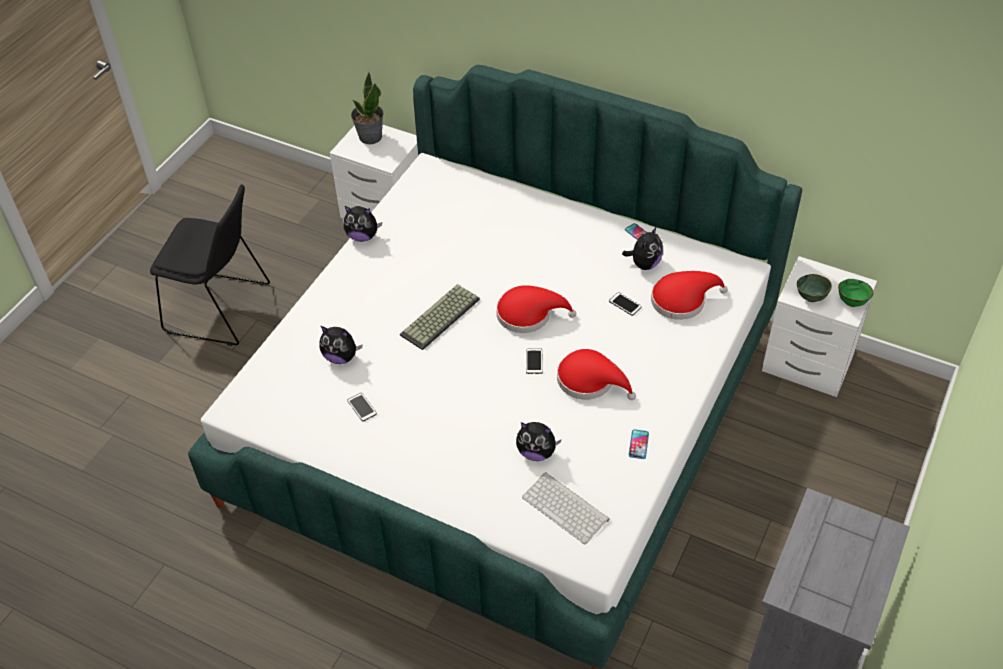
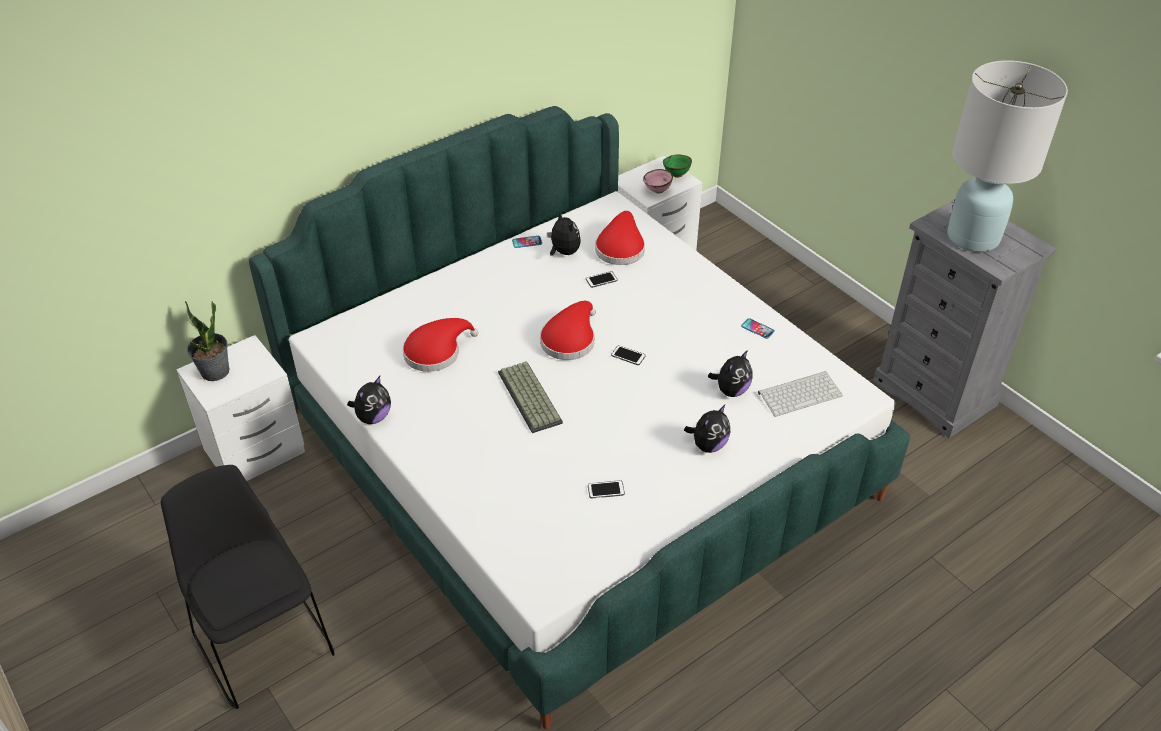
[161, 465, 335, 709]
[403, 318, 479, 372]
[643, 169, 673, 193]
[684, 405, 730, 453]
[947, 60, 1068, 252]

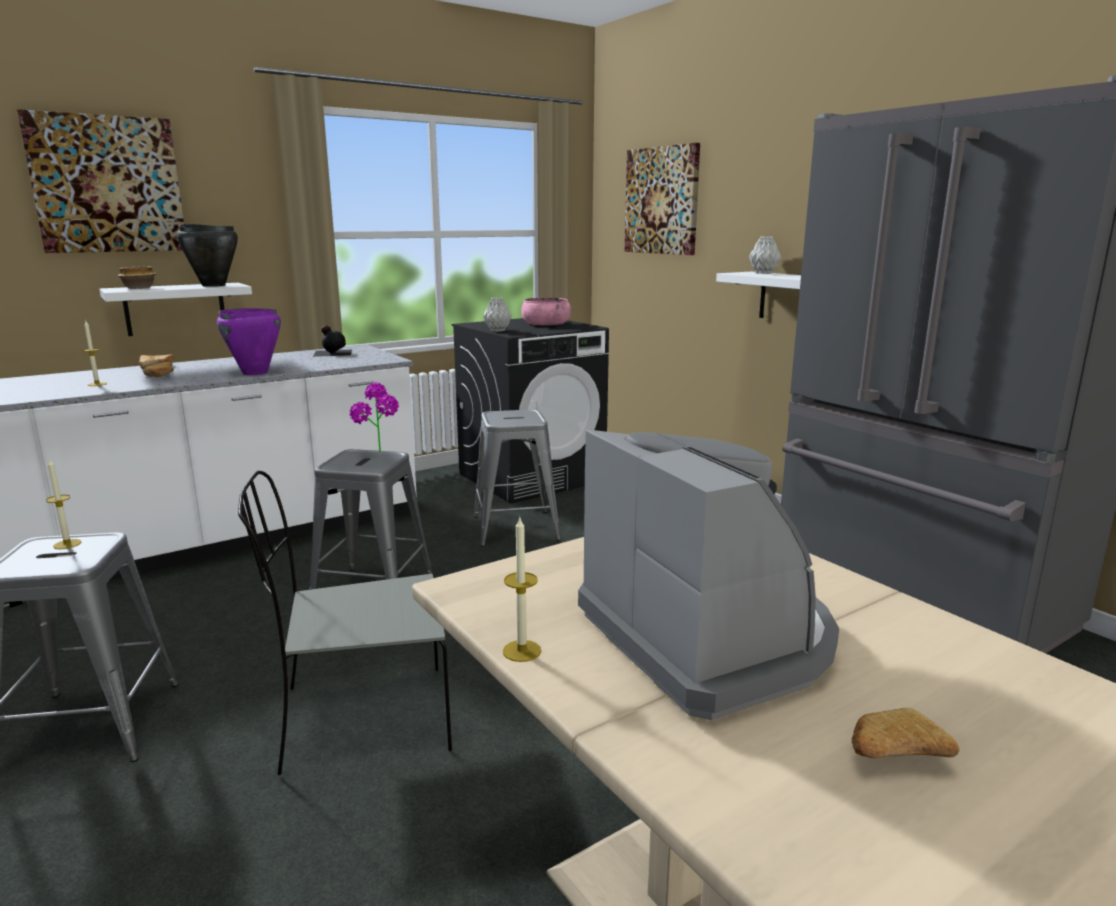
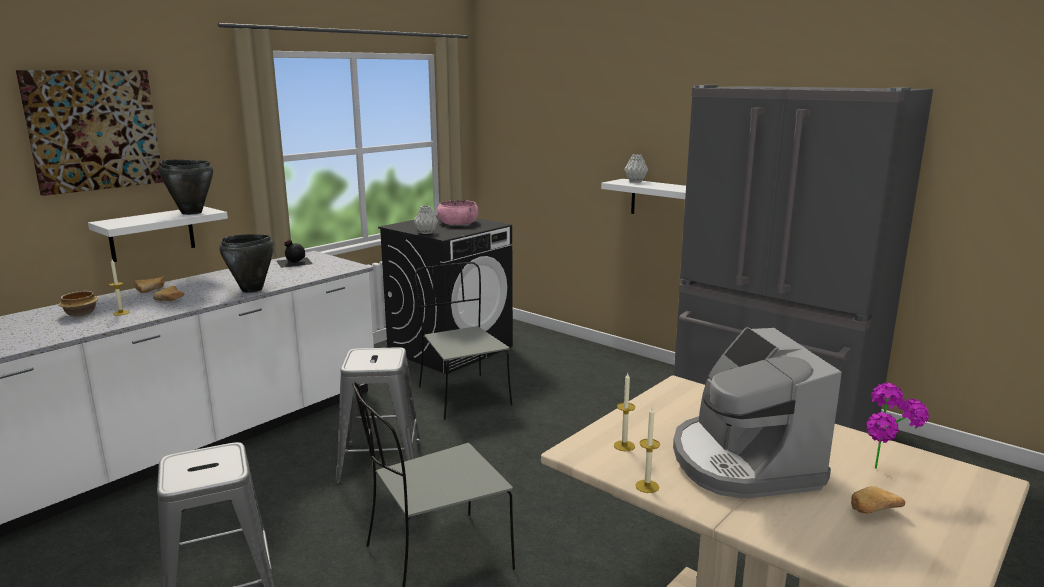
[59, 291, 98, 317]
[219, 234, 274, 293]
[415, 262, 512, 419]
[614, 373, 635, 451]
[673, 327, 842, 498]
[866, 383, 929, 469]
[625, 143, 700, 255] (first image)

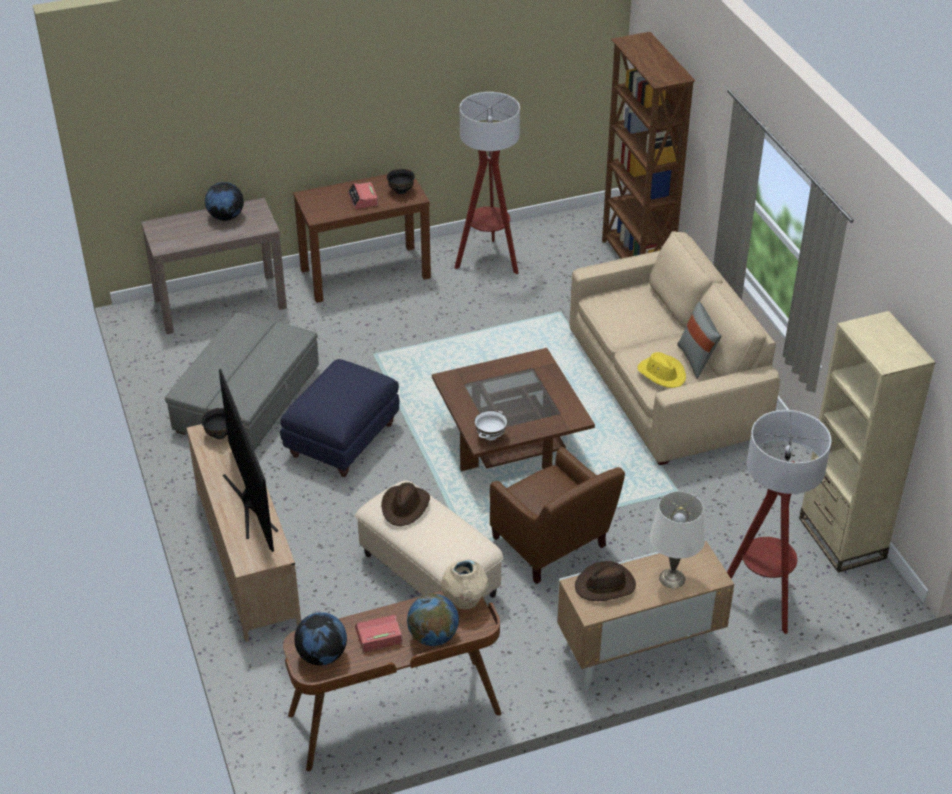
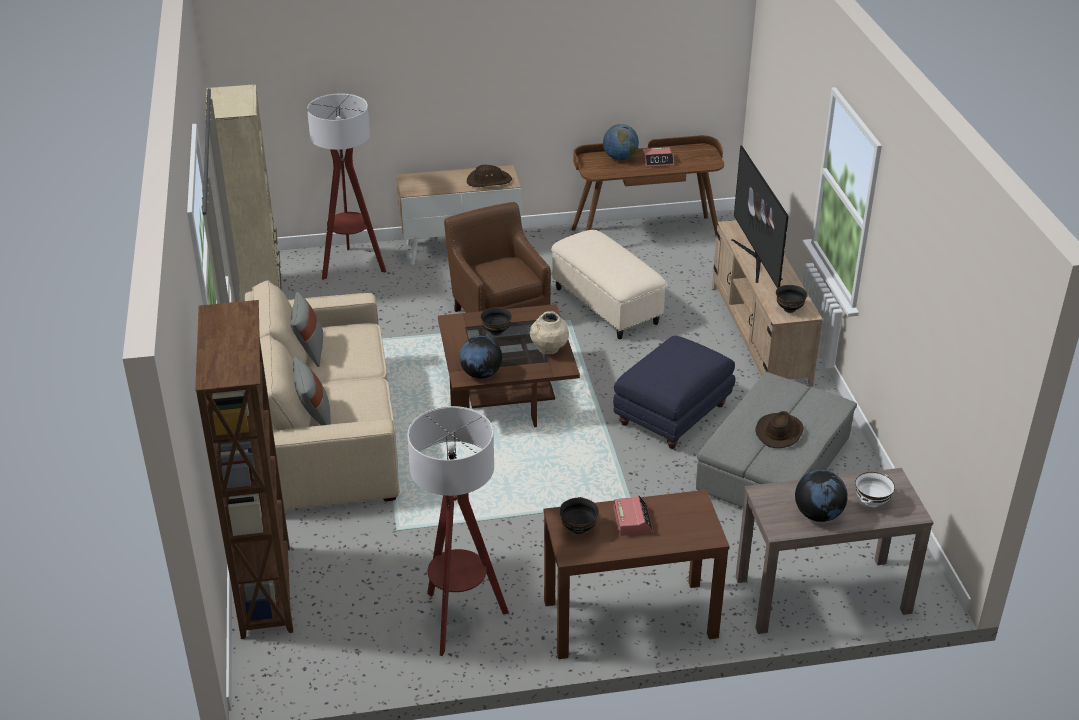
[293, 357, 331, 425]
[459, 335, 502, 379]
[481, 307, 512, 336]
[530, 312, 569, 355]
[755, 411, 804, 448]
[855, 472, 895, 507]
[637, 352, 686, 388] (first image)
[650, 491, 705, 588] (first image)

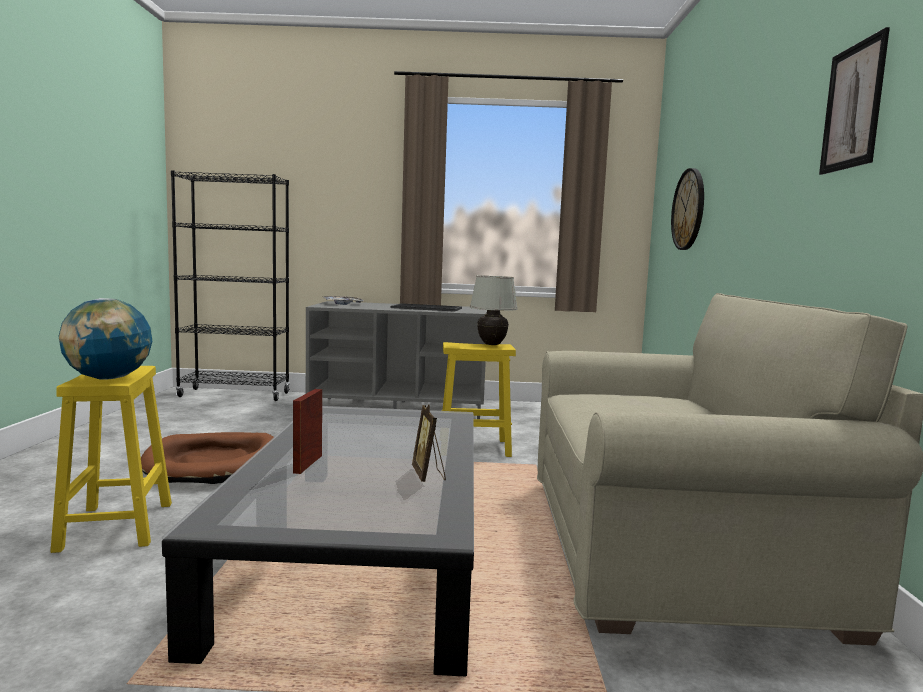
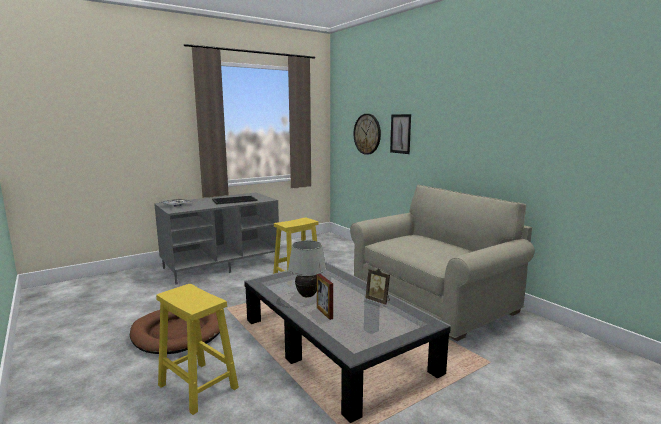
[288, 240, 326, 298]
[390, 114, 411, 154]
[58, 298, 152, 380] (first image)
[171, 170, 290, 401] (first image)

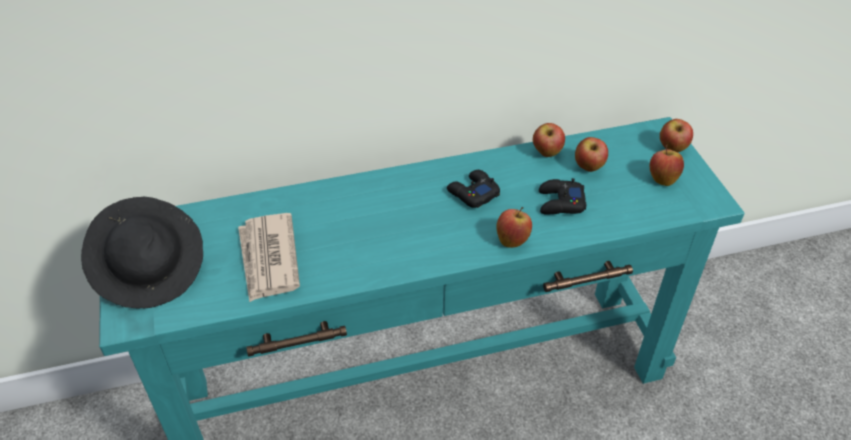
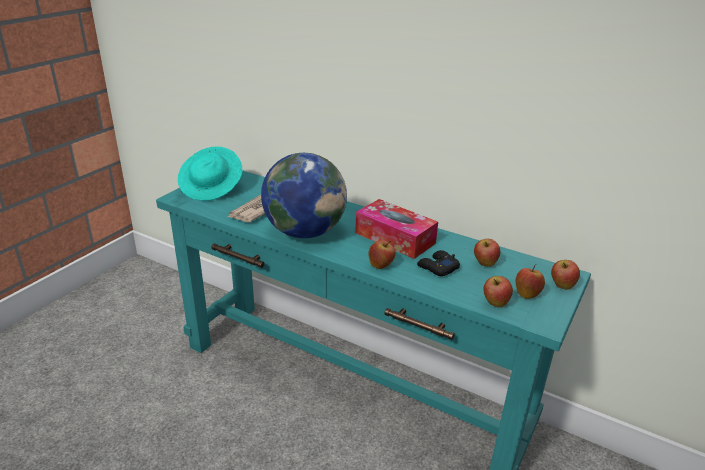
[178, 146, 243, 201]
[261, 153, 347, 238]
[355, 199, 438, 259]
[483, 276, 513, 307]

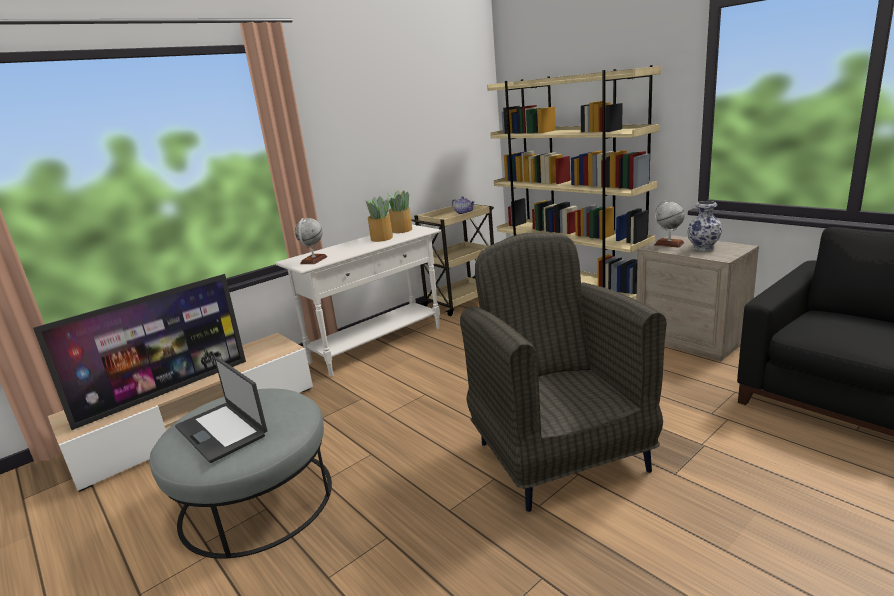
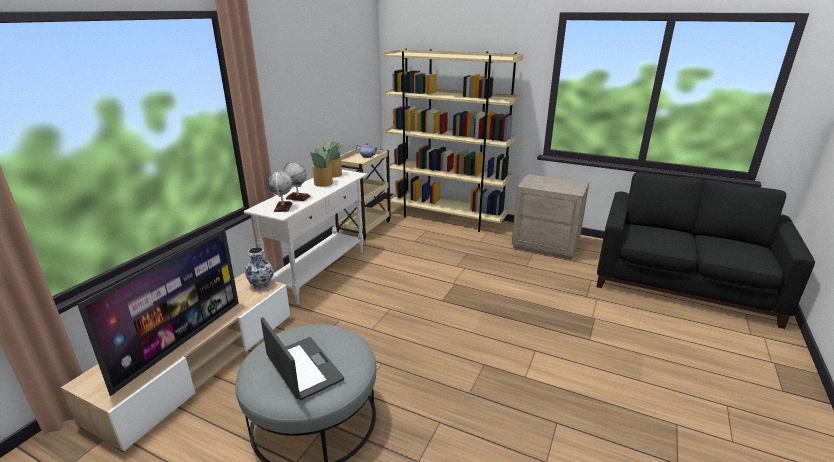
[245, 247, 274, 290]
[261, 317, 344, 400]
[283, 162, 310, 201]
[460, 233, 667, 512] (first image)

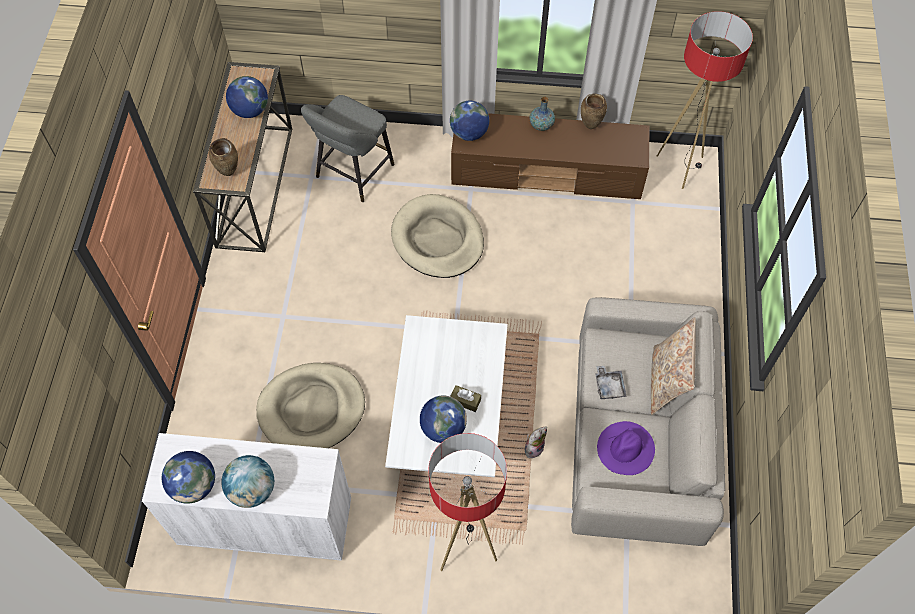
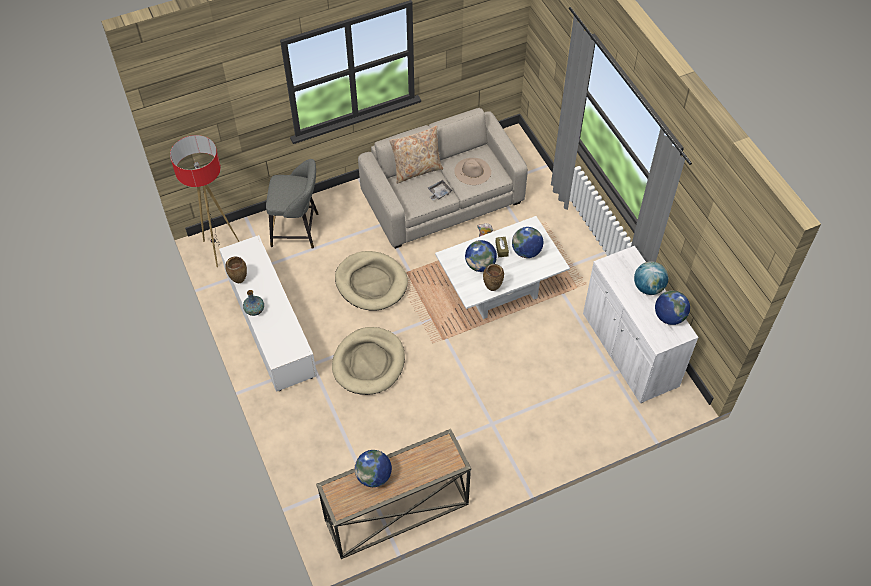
[219, 235, 317, 392]
[266, 159, 319, 249]
[335, 251, 408, 311]
[454, 158, 491, 185]
[465, 240, 497, 272]
[483, 264, 504, 291]
[428, 433, 507, 571] (first image)

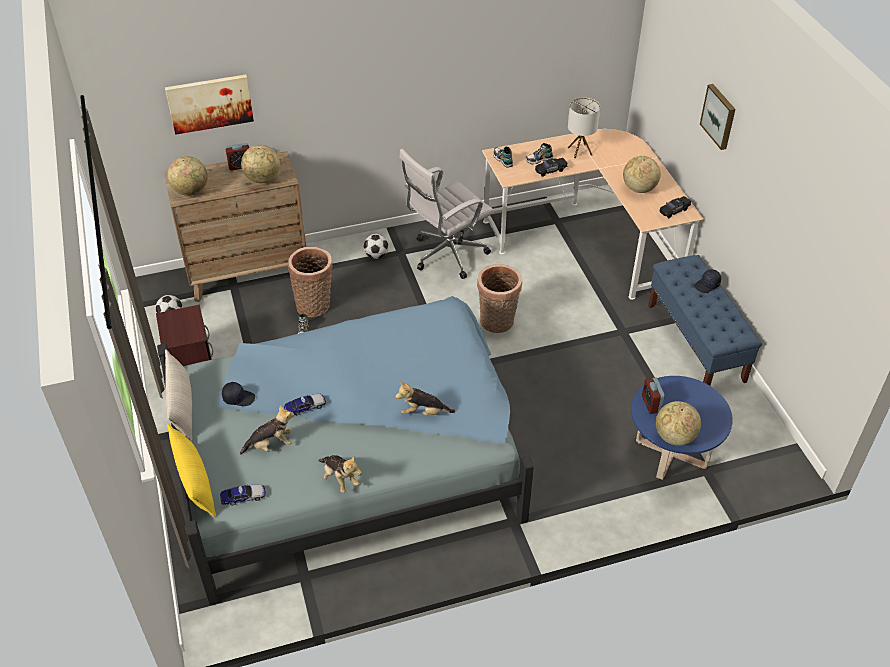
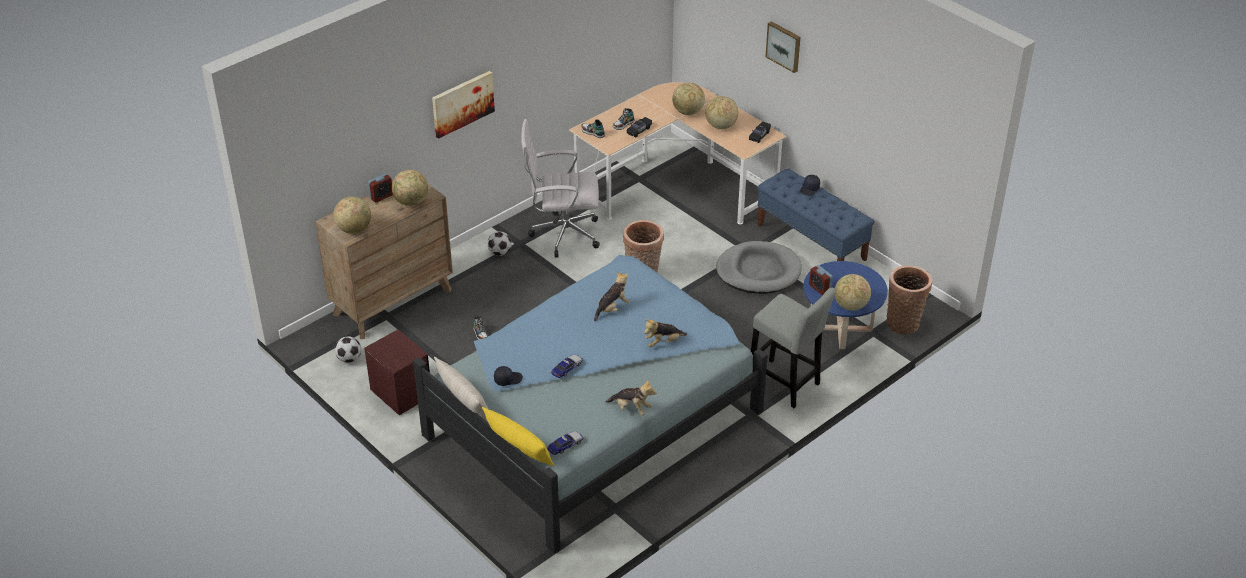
[432, 71, 495, 139]
[521, 119, 600, 258]
[594, 271, 630, 322]
[672, 82, 705, 115]
[716, 241, 802, 294]
[751, 288, 836, 408]
[886, 266, 932, 334]
[568, 97, 600, 159] (first image)

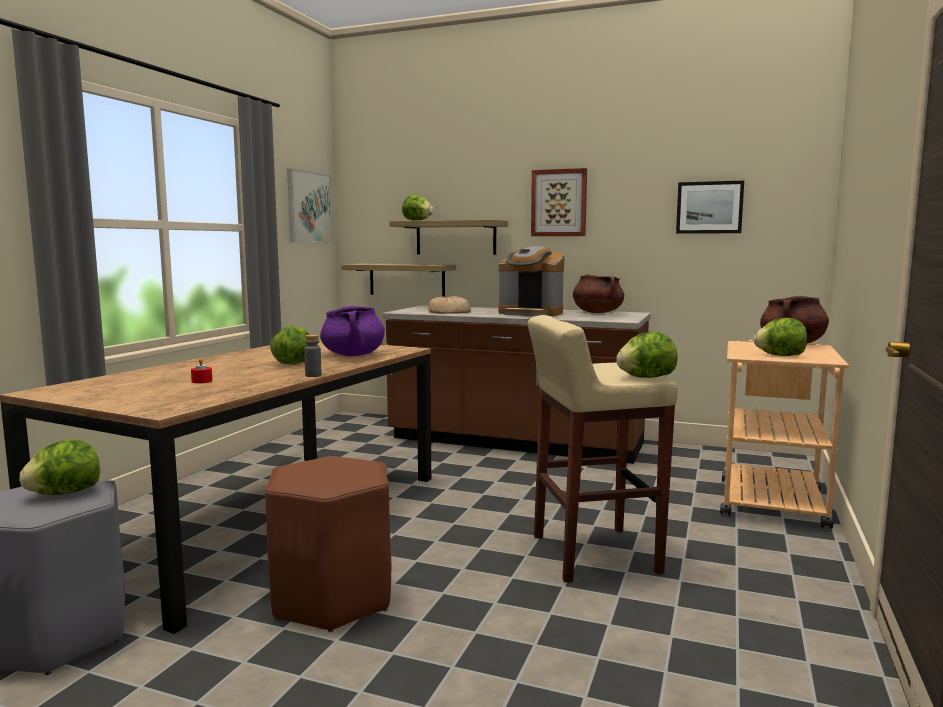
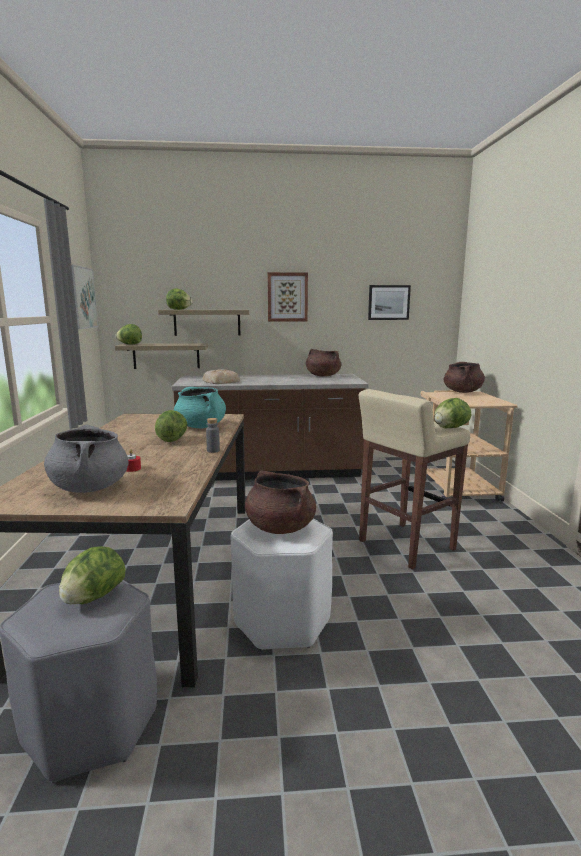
[44, 425, 129, 493]
[116, 324, 142, 345]
[174, 387, 226, 429]
[230, 518, 333, 651]
[245, 470, 316, 534]
[499, 246, 564, 316] (first image)

